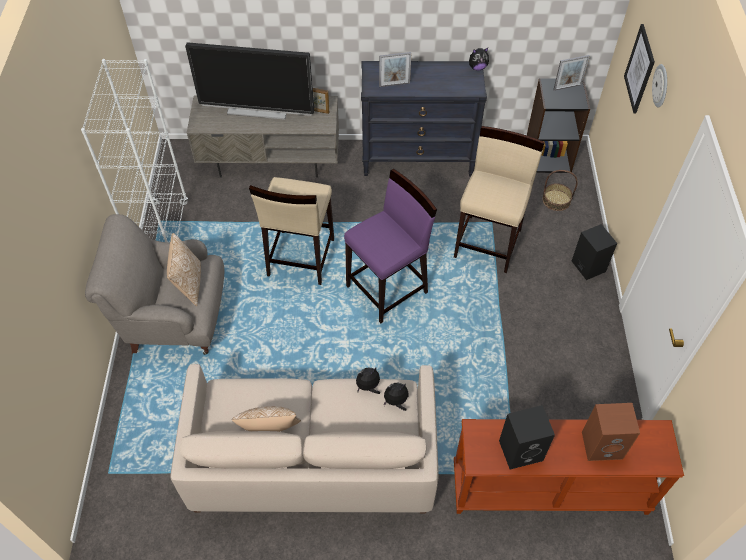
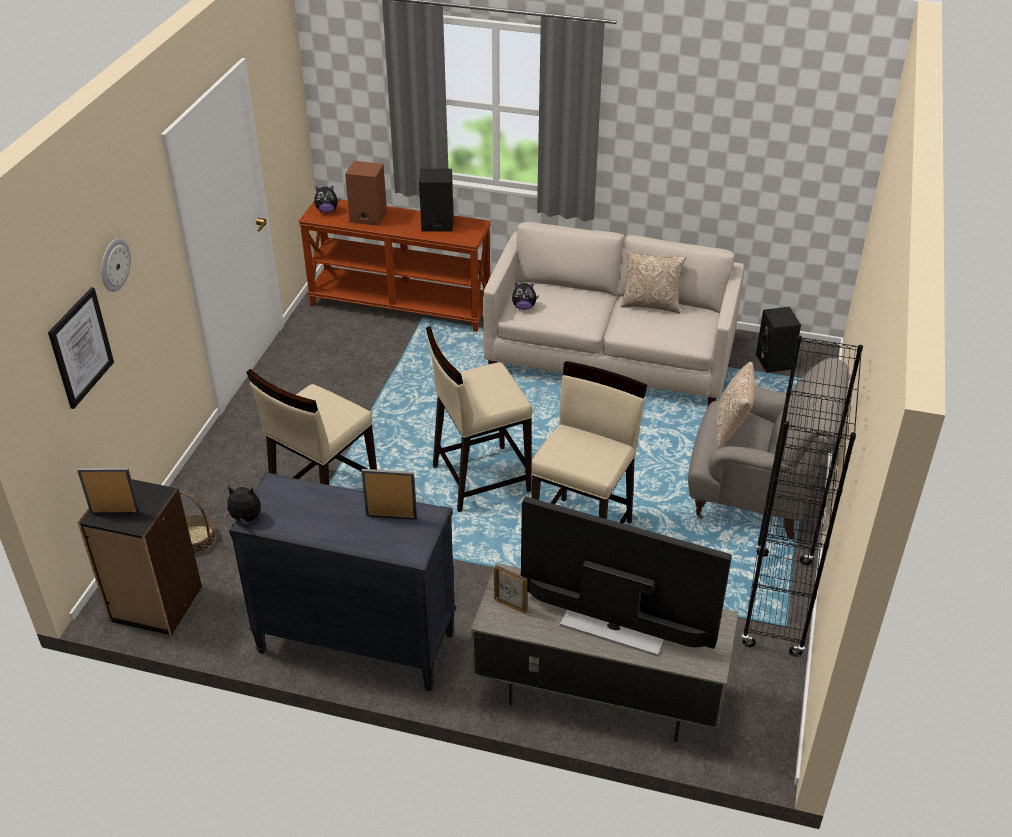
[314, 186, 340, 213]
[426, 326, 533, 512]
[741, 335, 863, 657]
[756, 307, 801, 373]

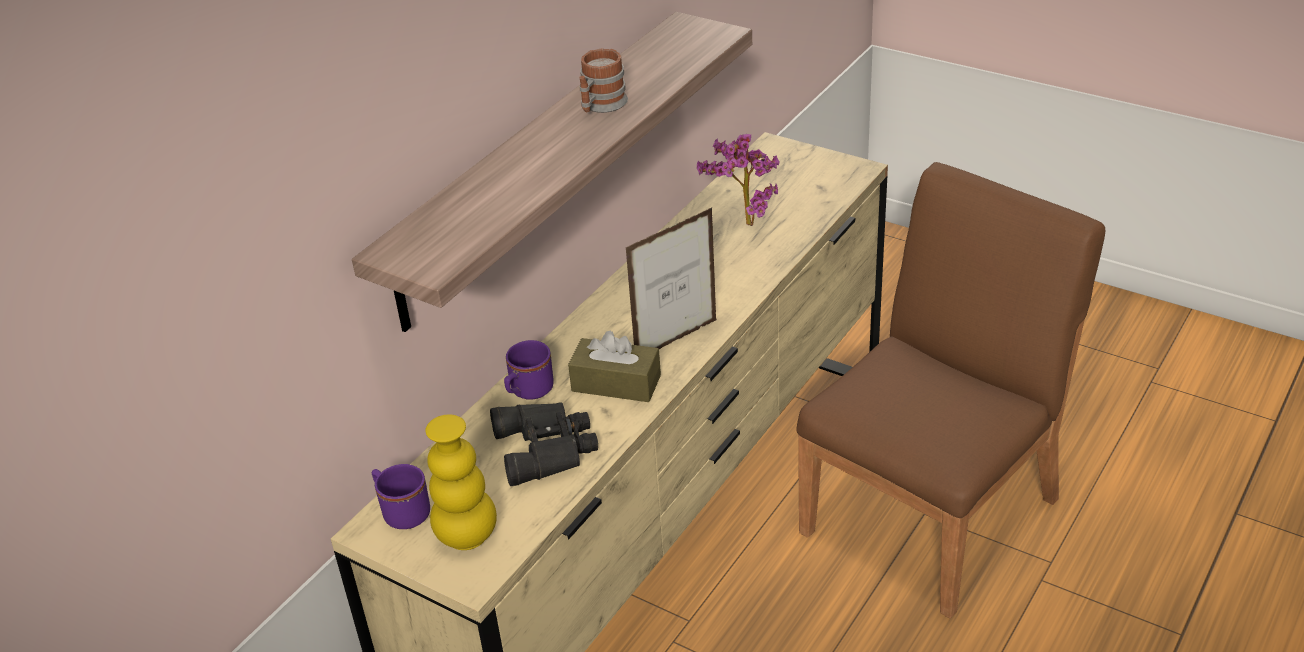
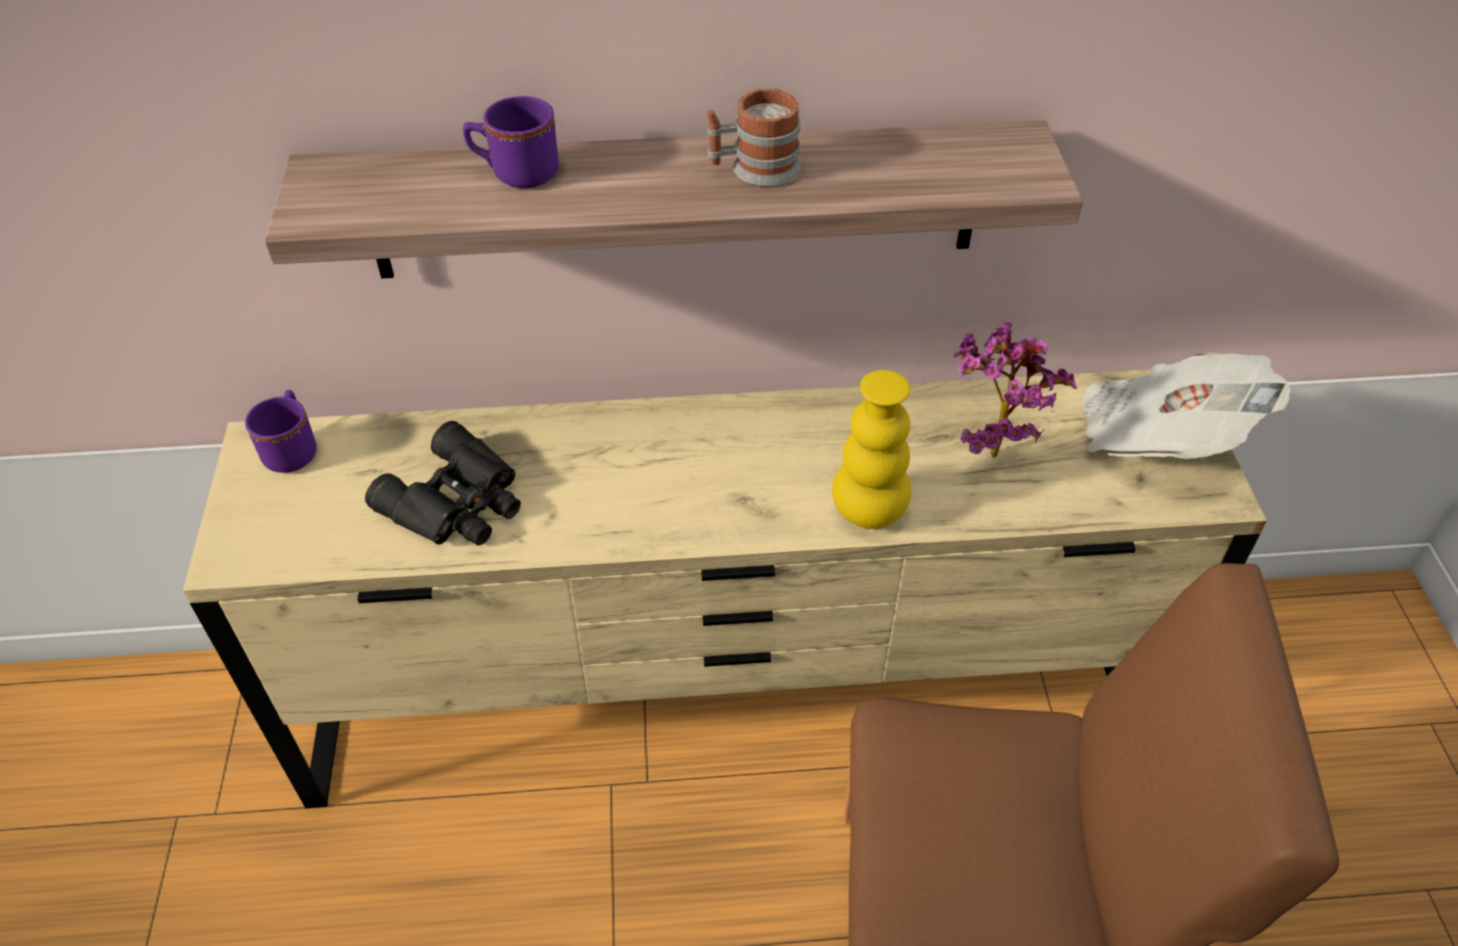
[463, 96, 559, 188]
[832, 370, 911, 529]
[1083, 352, 1291, 459]
[568, 331, 661, 402] (first image)
[626, 207, 717, 349] (first image)

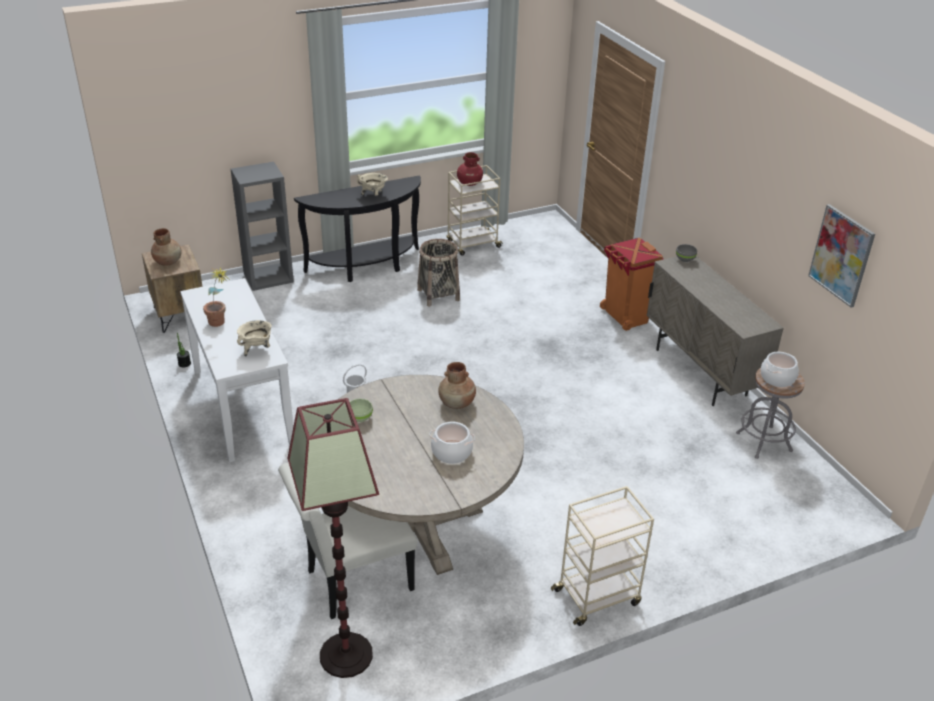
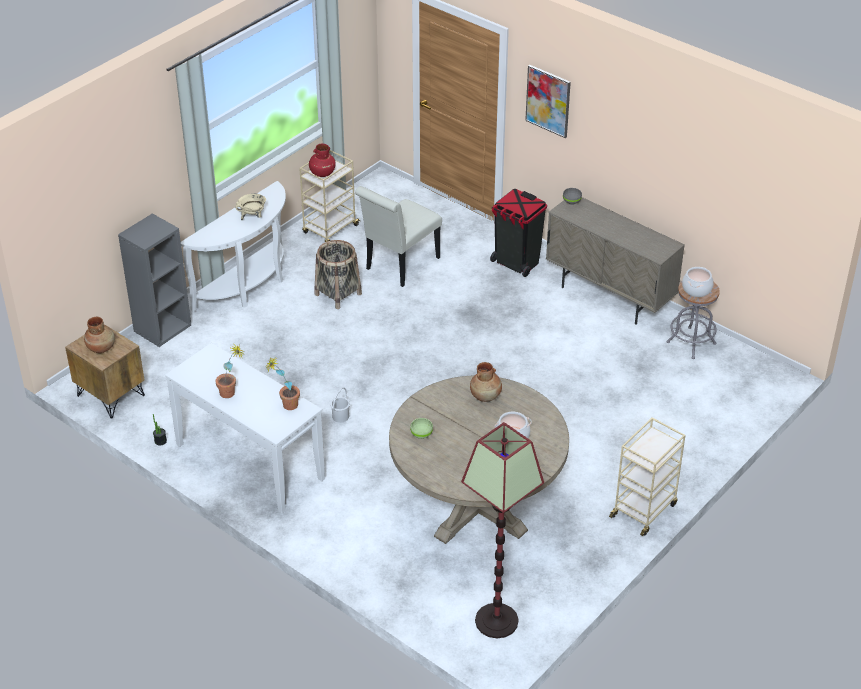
[181, 181, 286, 312]
[265, 356, 300, 410]
[355, 186, 442, 287]
[490, 189, 547, 277]
[525, 65, 571, 138]

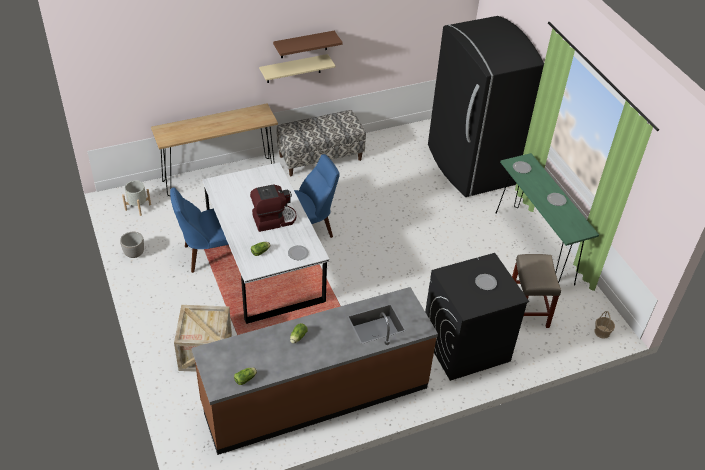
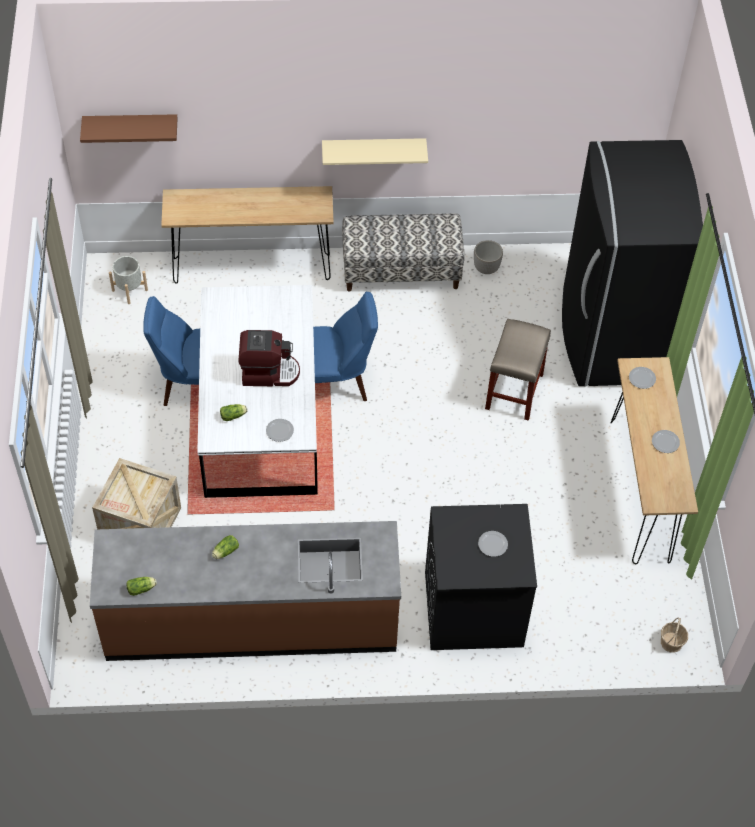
[80, 114, 178, 143]
[474, 240, 503, 274]
[485, 319, 551, 421]
[610, 357, 698, 564]

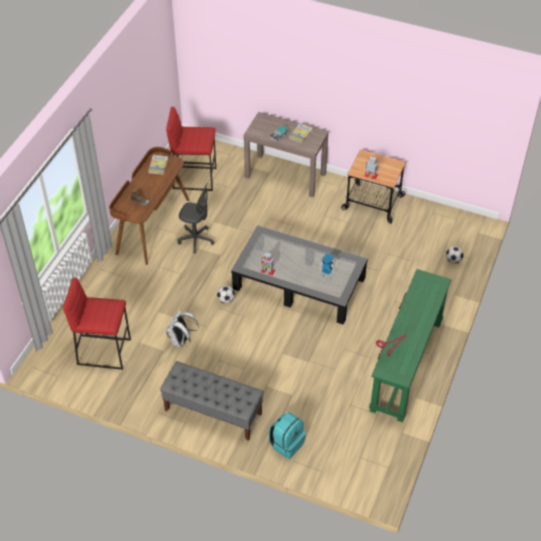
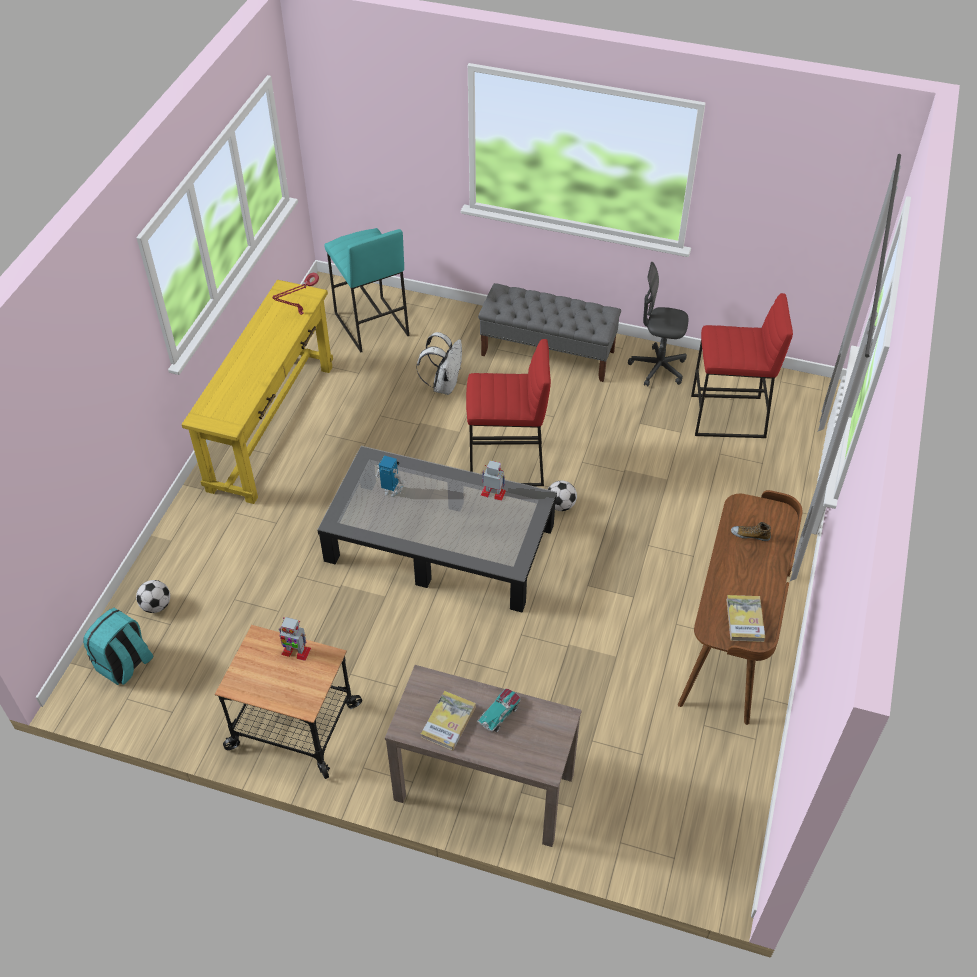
[83, 608, 154, 685]
[181, 280, 333, 504]
[324, 228, 409, 352]
[417, 332, 462, 395]
[466, 339, 551, 486]
[628, 262, 688, 387]

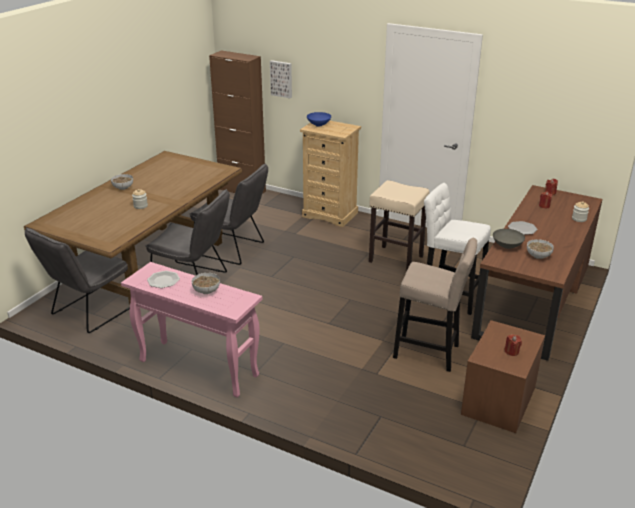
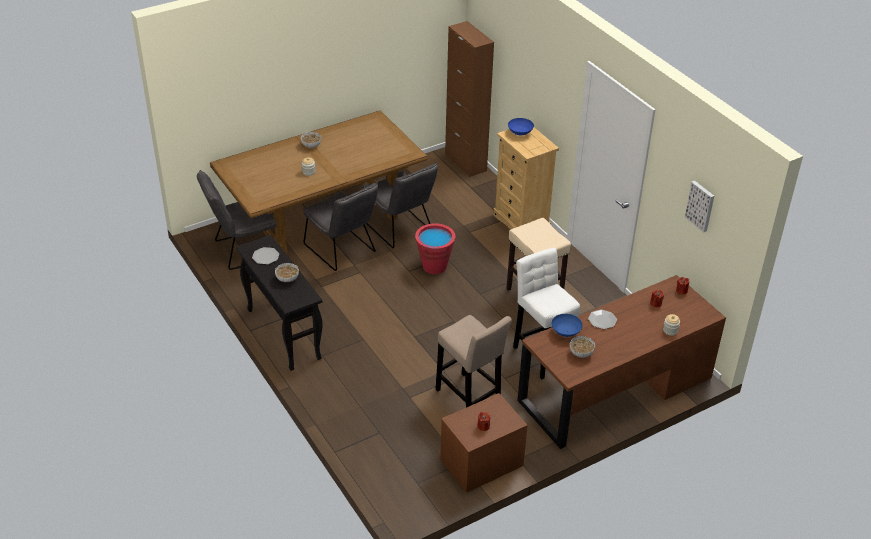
[236, 235, 323, 371]
[415, 223, 455, 274]
[552, 314, 583, 337]
[685, 181, 714, 232]

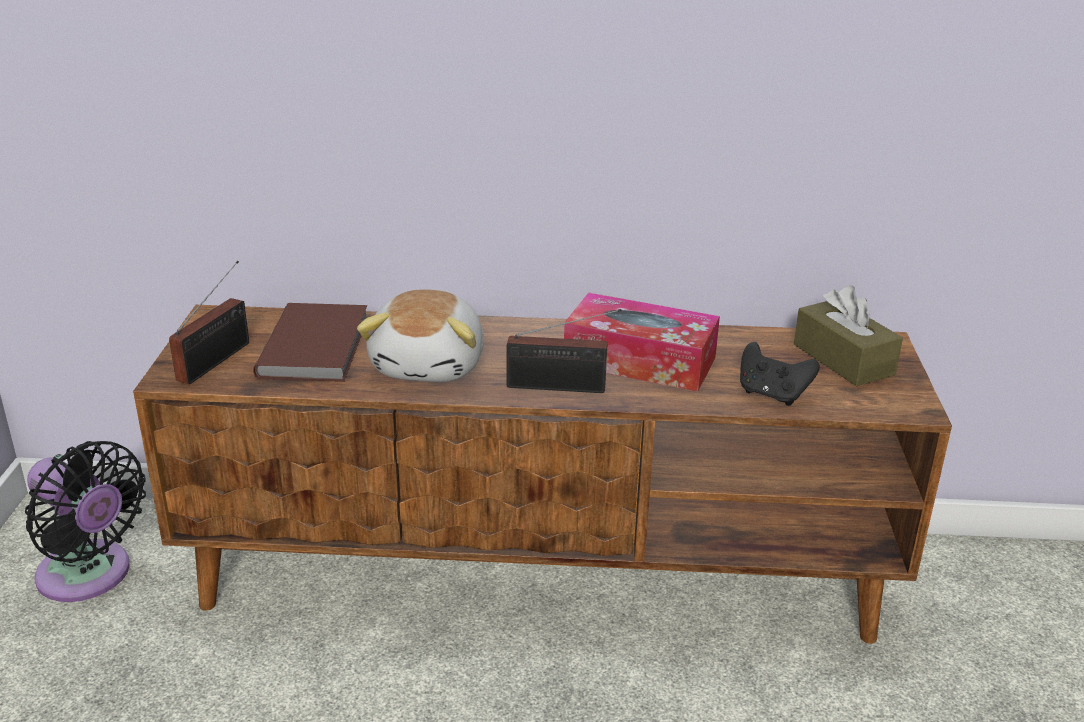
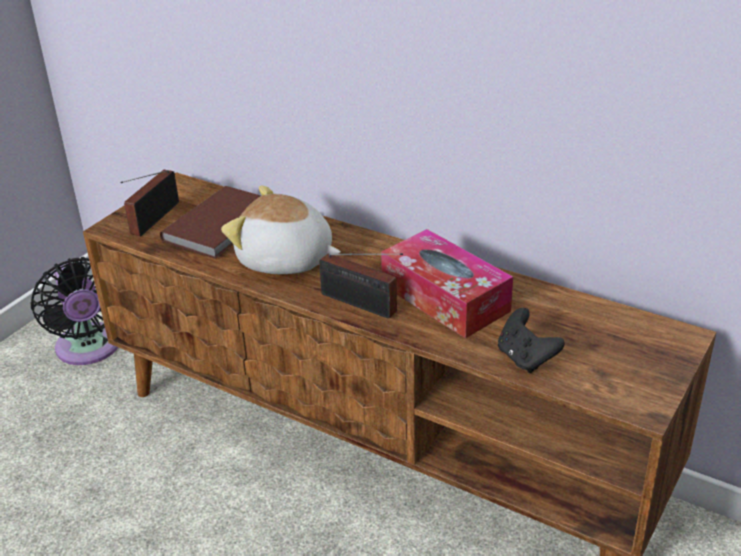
[120, 170, 179, 236]
[221, 186, 341, 274]
[794, 285, 903, 386] (first image)

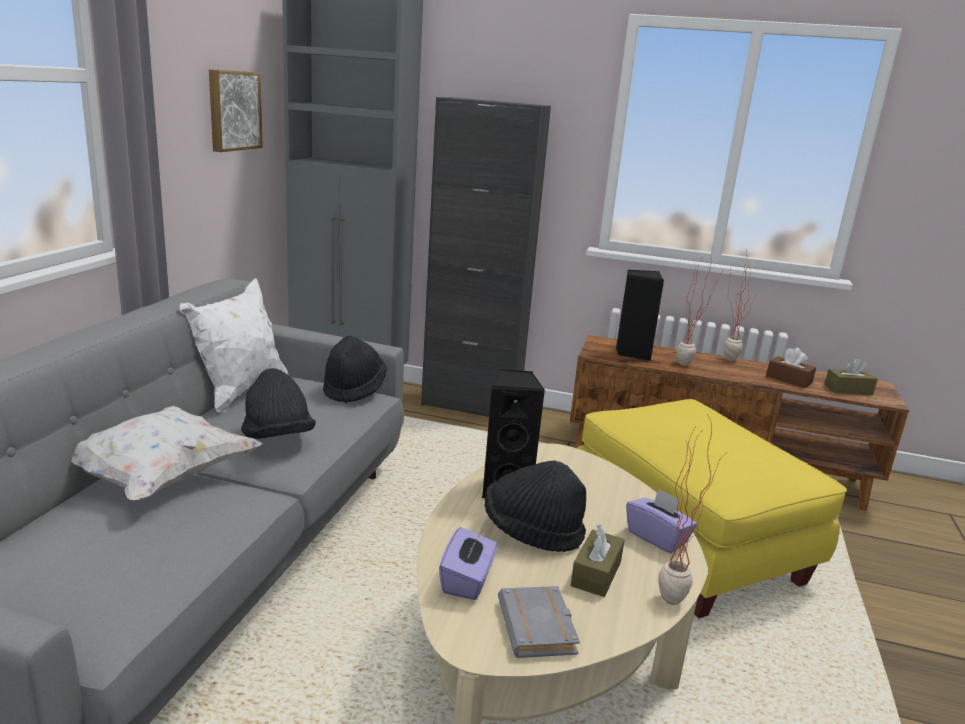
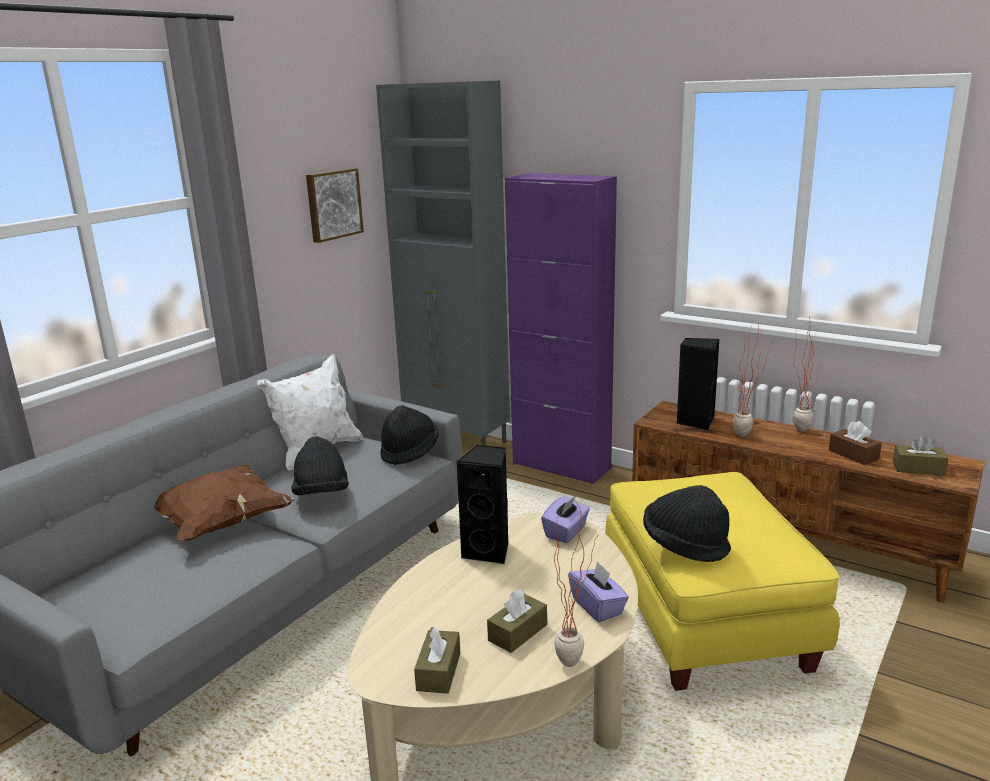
[154, 465, 295, 540]
[414, 626, 460, 694]
[505, 173, 617, 485]
[541, 496, 590, 543]
[643, 485, 731, 562]

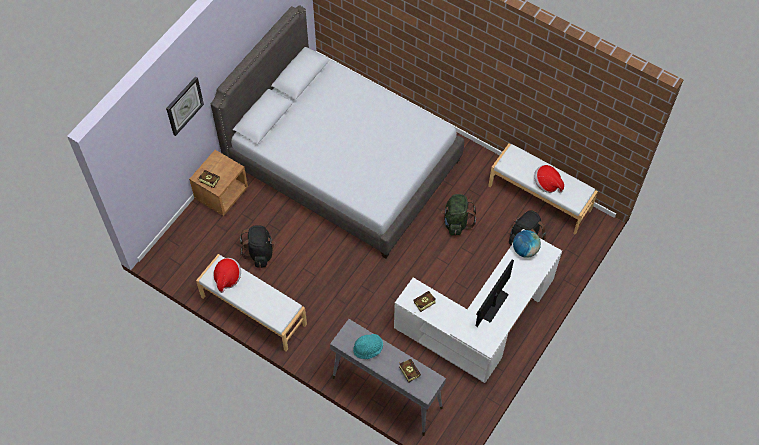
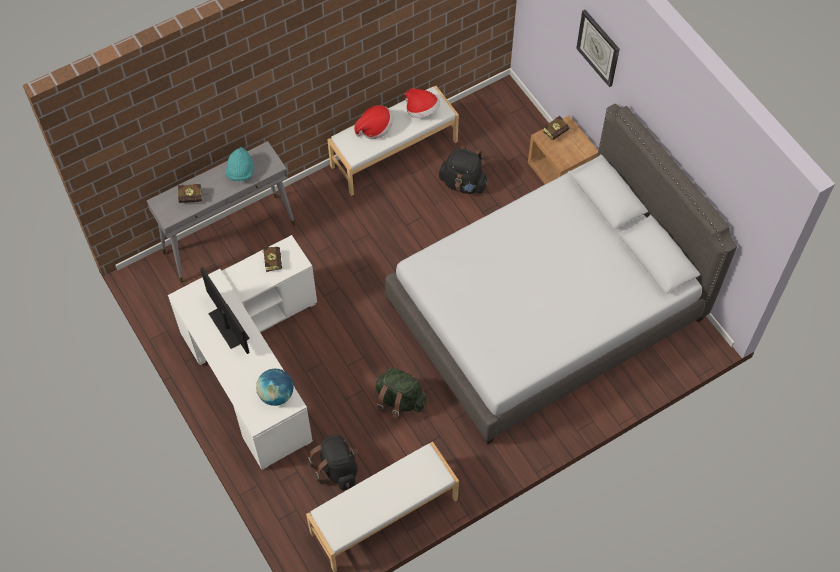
[354, 105, 393, 139]

